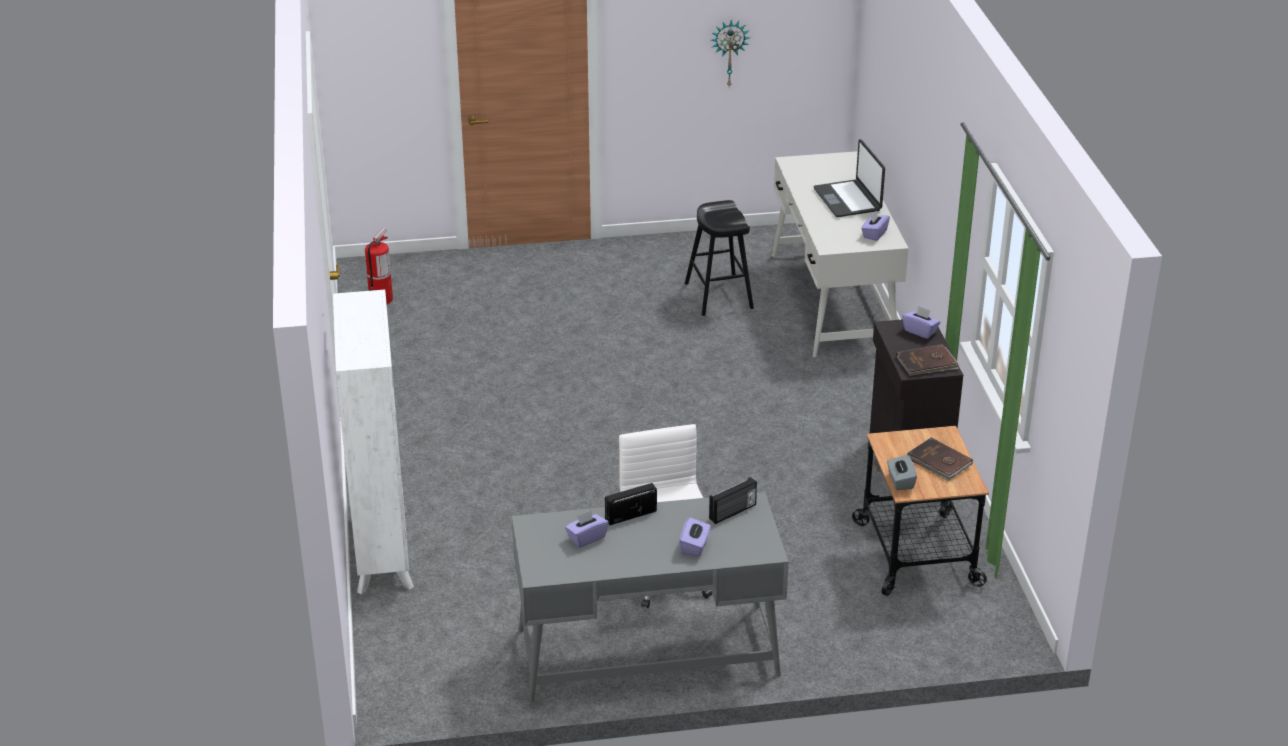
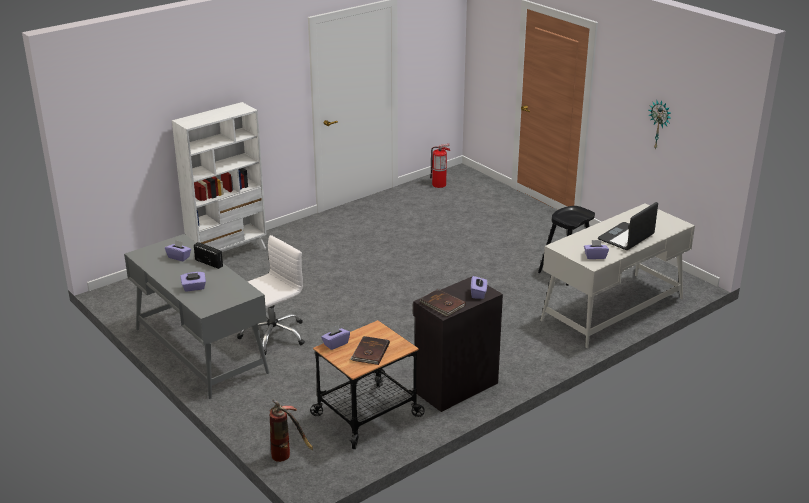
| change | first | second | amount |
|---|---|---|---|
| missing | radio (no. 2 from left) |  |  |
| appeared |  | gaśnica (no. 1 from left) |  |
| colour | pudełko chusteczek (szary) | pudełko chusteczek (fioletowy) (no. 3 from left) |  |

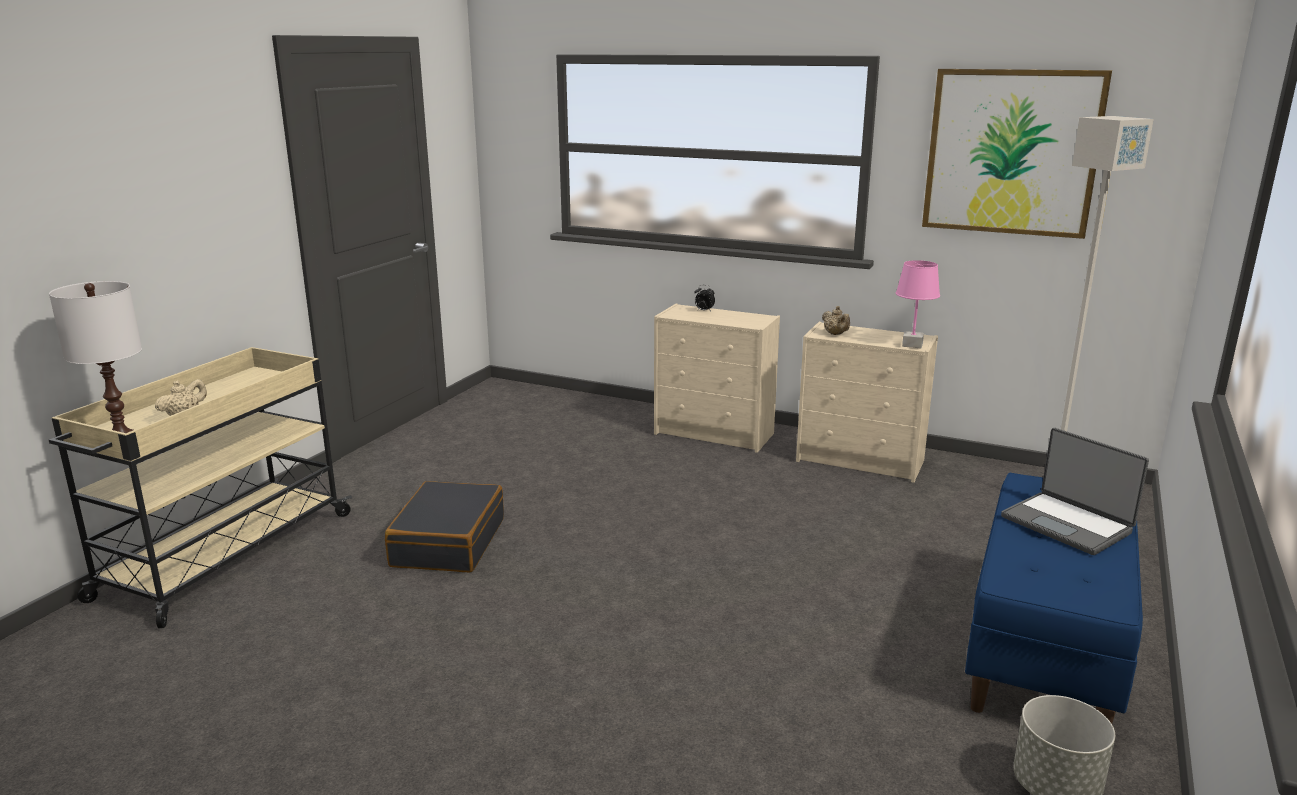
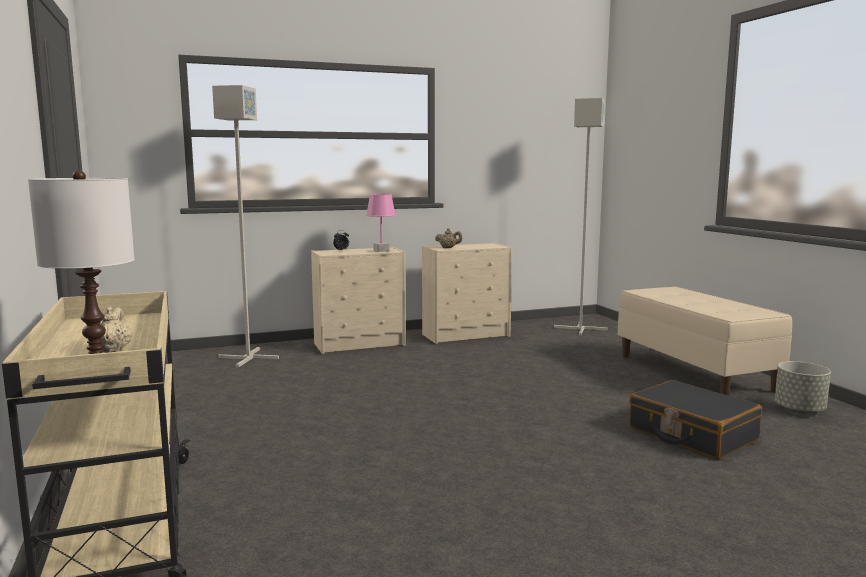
| change | first | second | amount |
|---|---|---|---|
| missing | obraz |  |  |
| missing | laptop |  |  |
| appeared |  | lampa stojąca (szary) (no. 1 from left) |  |
| relocated | walizka (czarny) |  |  |
| relocated | lampa stołowa (różowy) |  |  |
| colour | ławka (niebieski) | ławka (beżowy) |  |

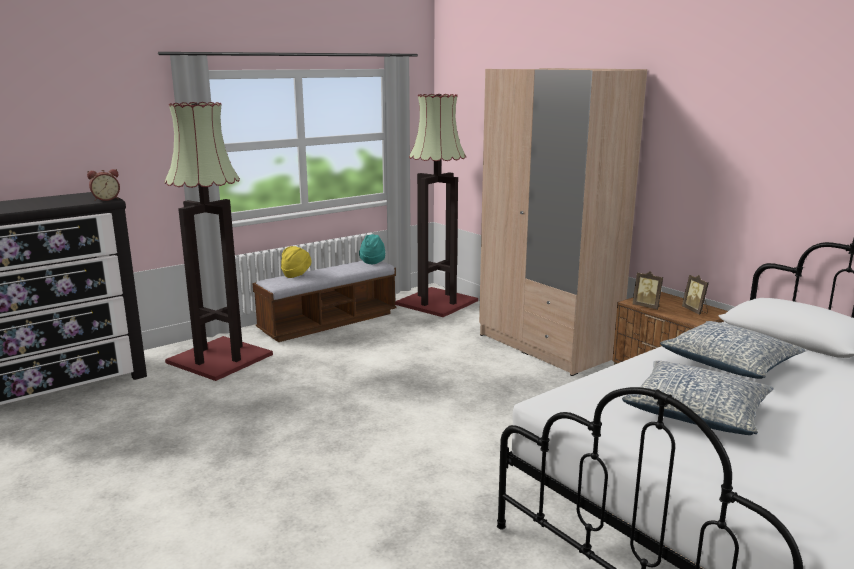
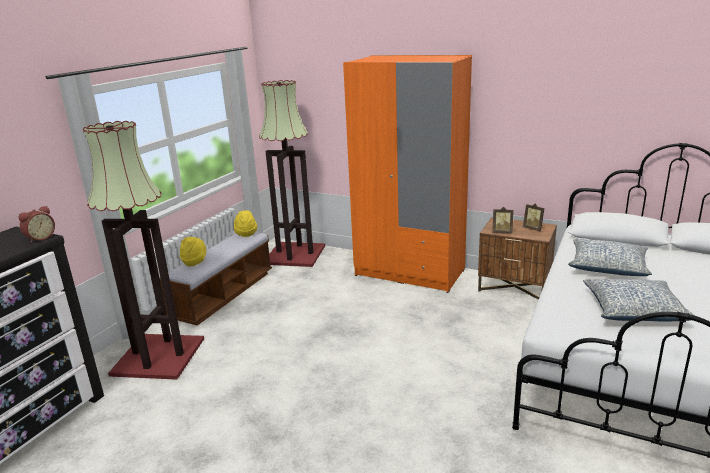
| change | first | second | amount |
|---|---|---|---|
| colour | kapelusz (turkusowy) | kapelusz (żółty) (no. 2 from left) |  |
| colour | szafa (beżowy) | szafa (pomarańczowy) |  |

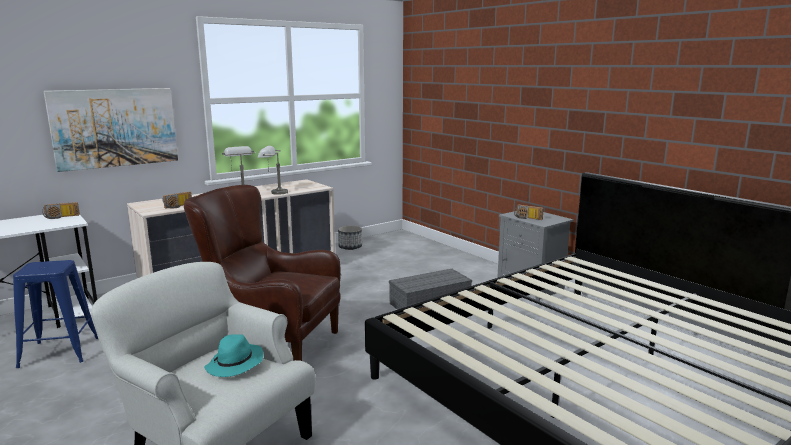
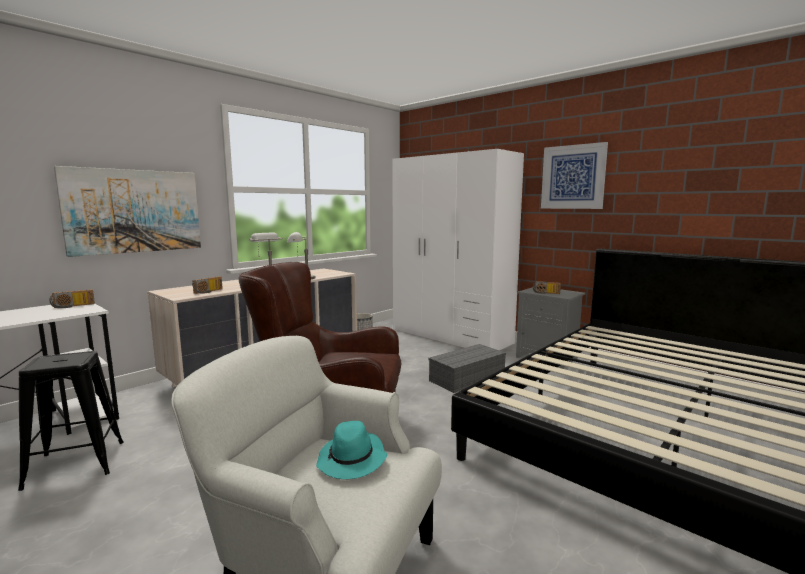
| change | first | second | amount |
|---|---|---|---|
| appeared |  | szafa (biały) |  |
| appeared |  | obraz (no. 2 from left) |  |
| colour | stołek (niebieski) | stołek (czarny) |  |

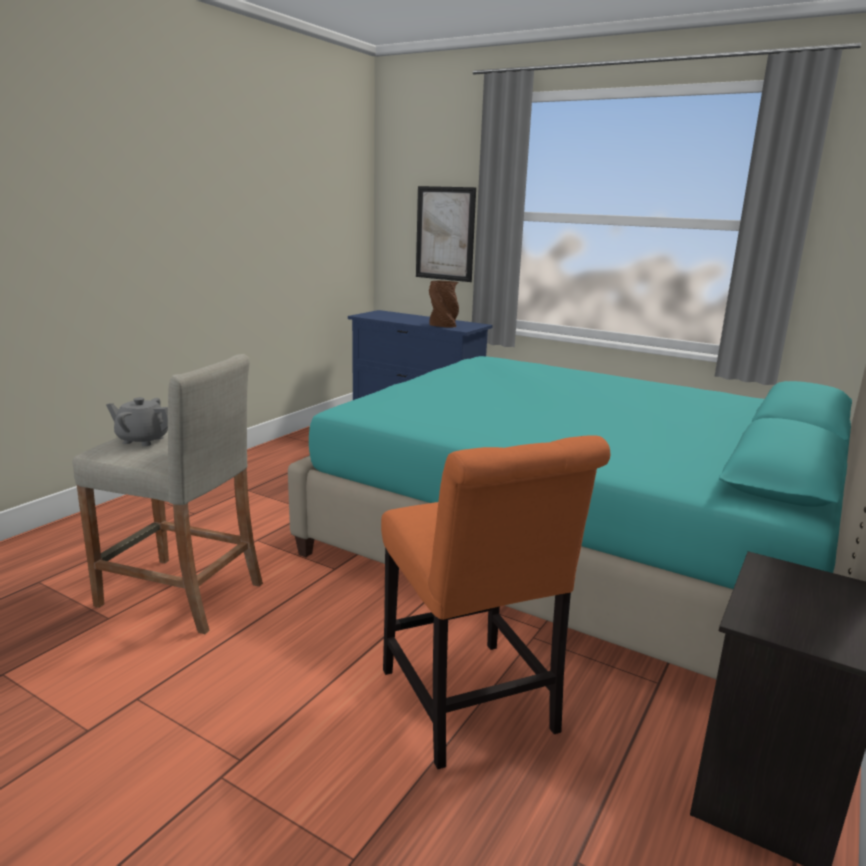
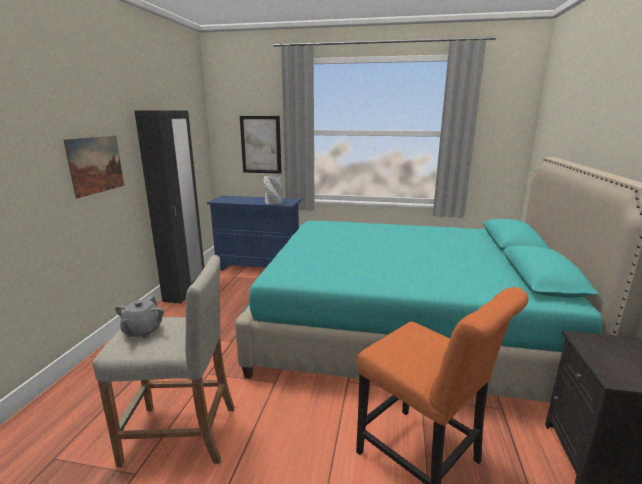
| change | first | second | amount |
|---|---|---|---|
| appeared |  | obraz (no. 1 from left) |  |
| appeared |  | szafa (czarny) |  |
| colour | wazon (brązowy) | wazon (szary) |  |
| spun | imbryk (szary) |  | 75 degrees counterclockwise |

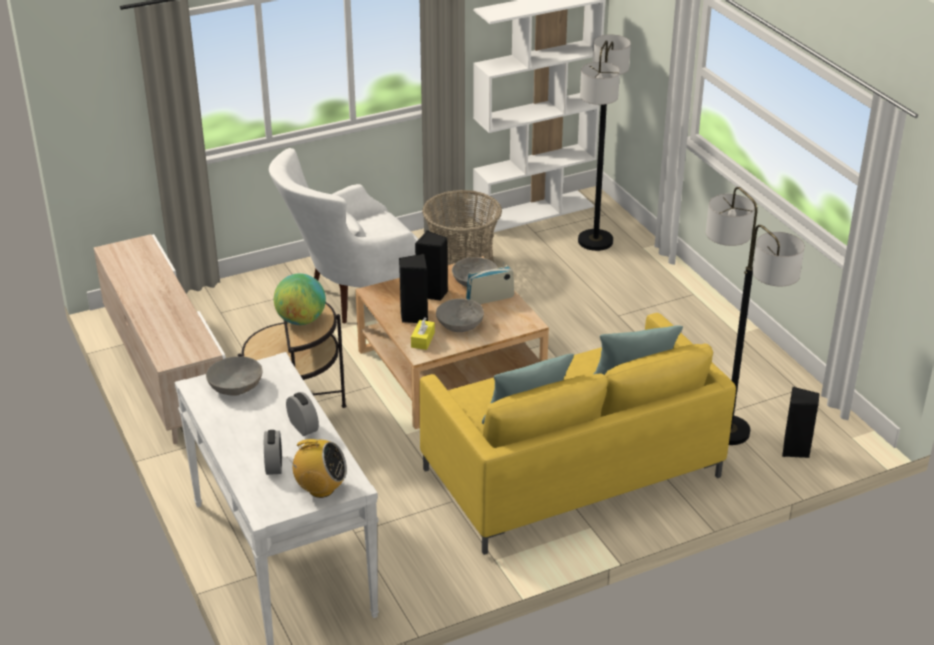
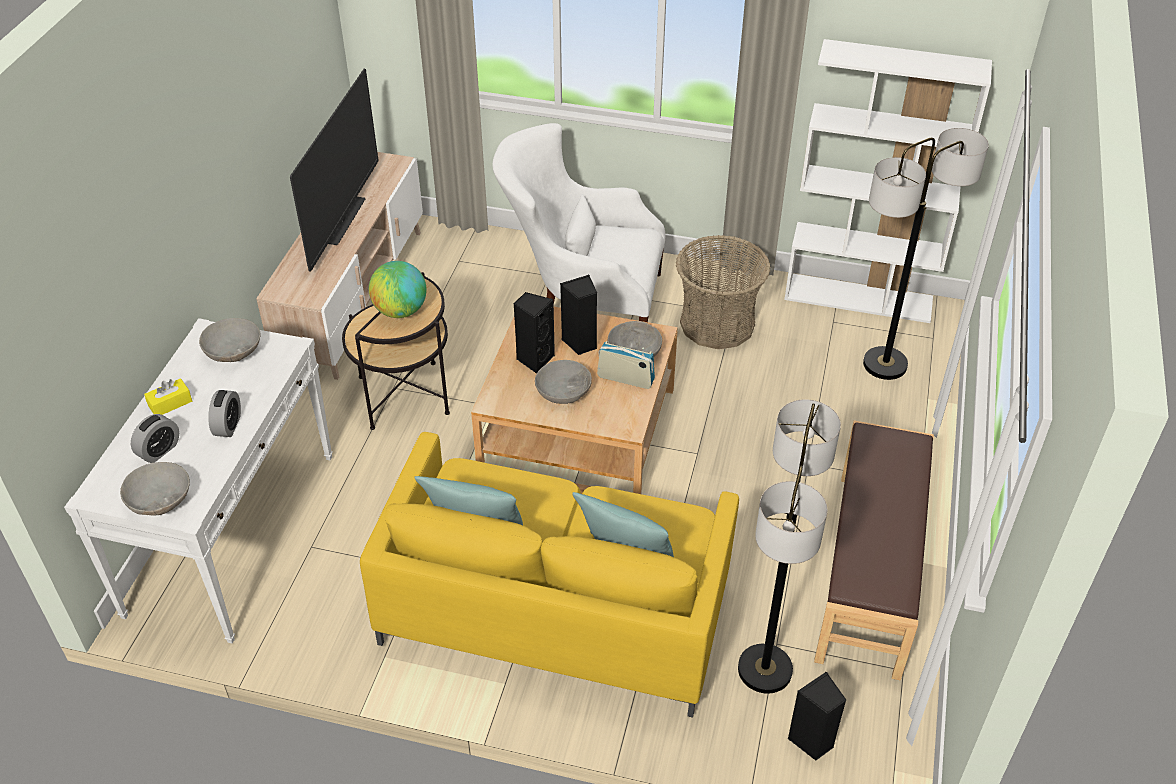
| change | first | second | amount |
|---|---|---|---|
| appeared |  | telewizor |  |
| appeared |  | ławka (brązowy) |  |
| relocated | pudełko chusteczek (żółty) |  |  |
| exchanged | radio (no. 1 from left) | miska (szary) (no. 1 from left) |  |

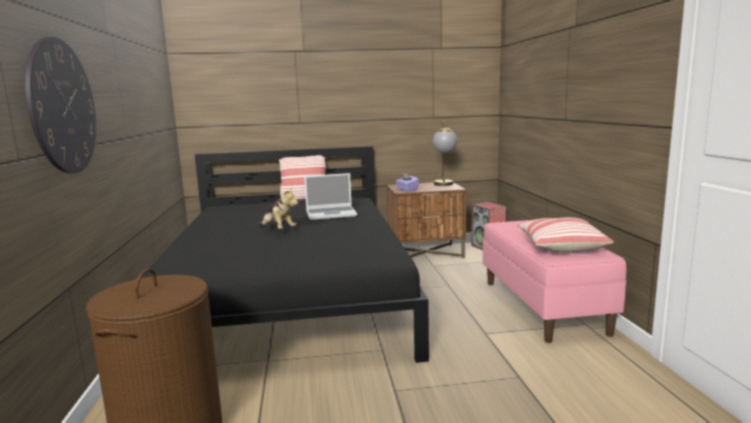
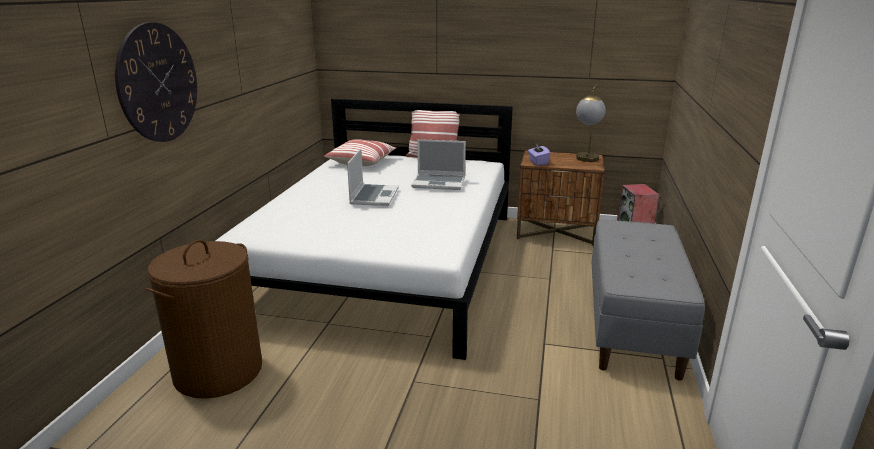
| change | first | second | amount |
|---|---|---|---|
| relocated | poduszka (no. 2 from left in the first image) | poduszka (no. 1 from left) |  |
| exchanged | pluszak | laptop (no. 1 from left) |  |
| colour | łóżko (czarny) | łóżko (biały) |  |
| colour | ławka (różowy) | ławka (szary) |  |

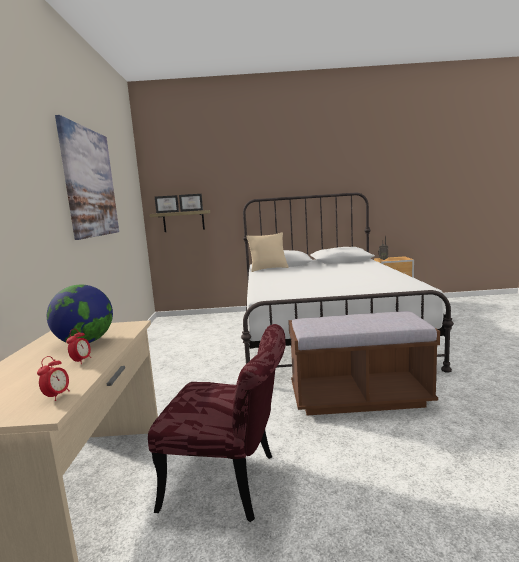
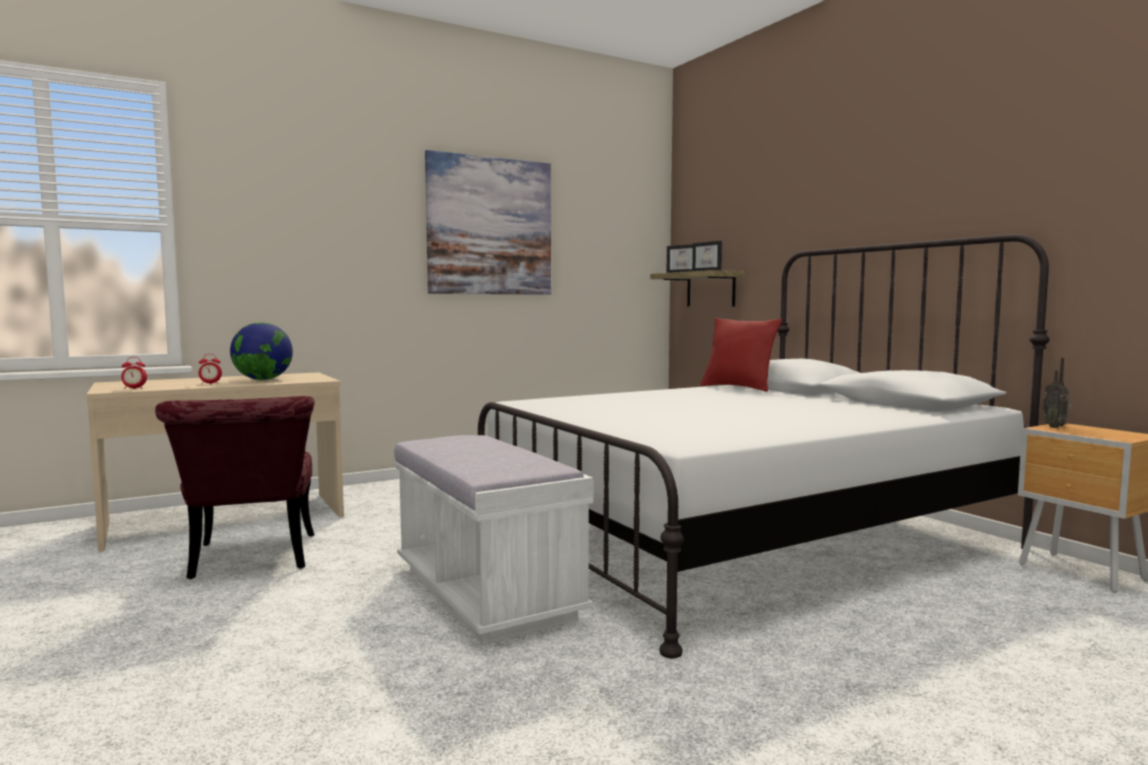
| change | first | second | amount |
|---|---|---|---|
| colour | poduszka (beżowy) | poduszka (czerwony) |  |
| colour | ławka (brązowy) | ławka (biały) |  |

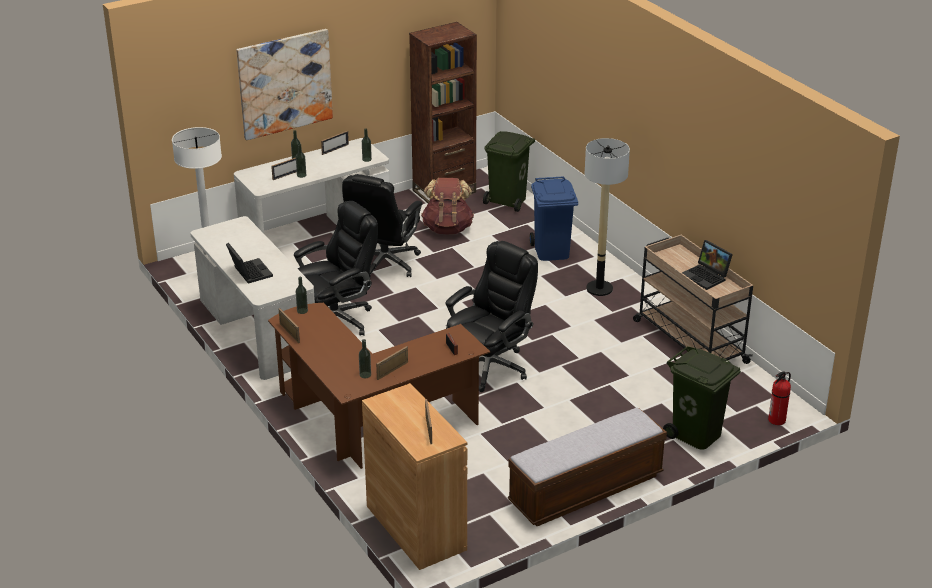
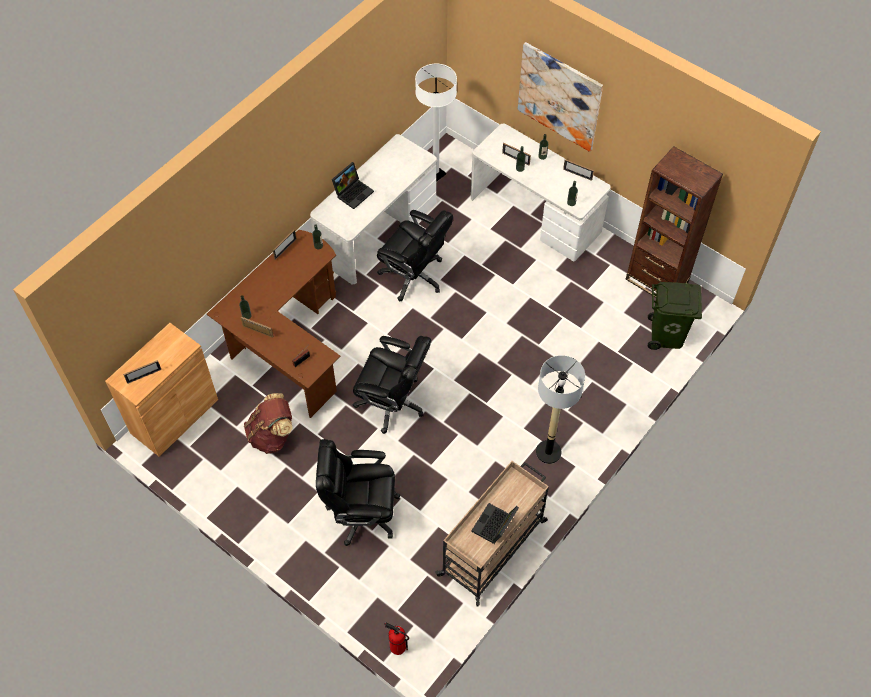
| change | first | second | amount |
|---|---|---|---|
| missing | ławka |  |  |
| missing | kosz na śmieci (niebieski) |  |  |
| missing | kosz na śmieci (zielony) (no. 2 from left) |  |  |
| relocated | krzesło biurowe (czarny) (no. 2 from left in the first image) | krzesło biurowe (czarny) (no. 1 from left) |  |
| relocated | plecak (brązowy) |  |  |

